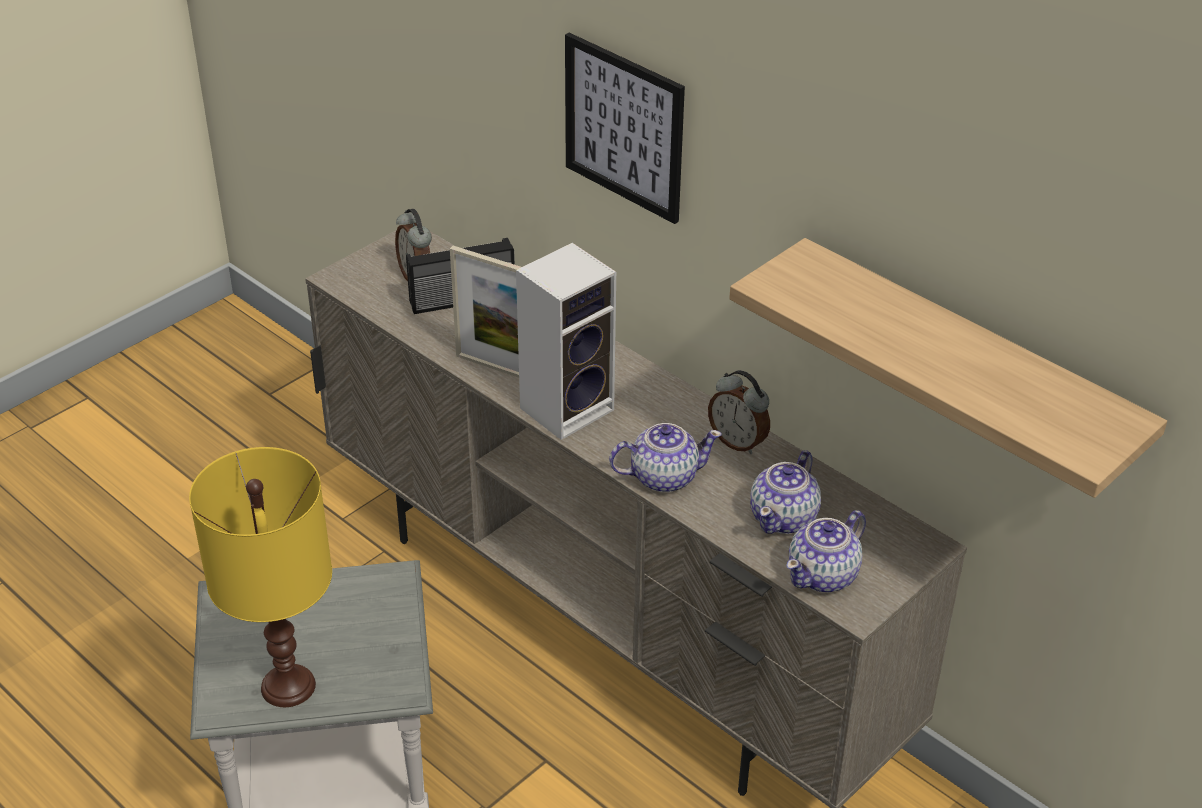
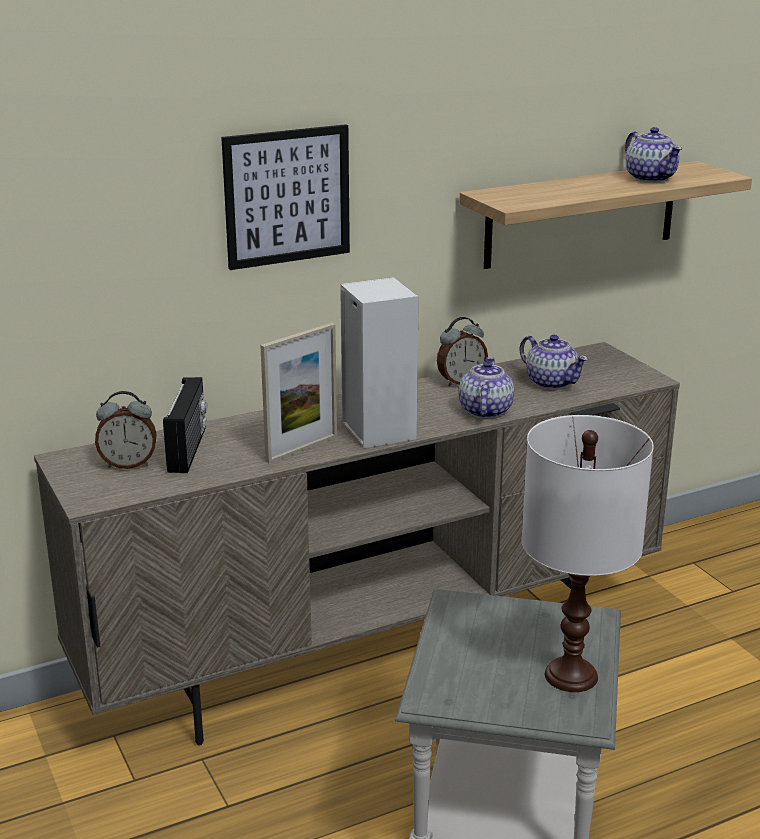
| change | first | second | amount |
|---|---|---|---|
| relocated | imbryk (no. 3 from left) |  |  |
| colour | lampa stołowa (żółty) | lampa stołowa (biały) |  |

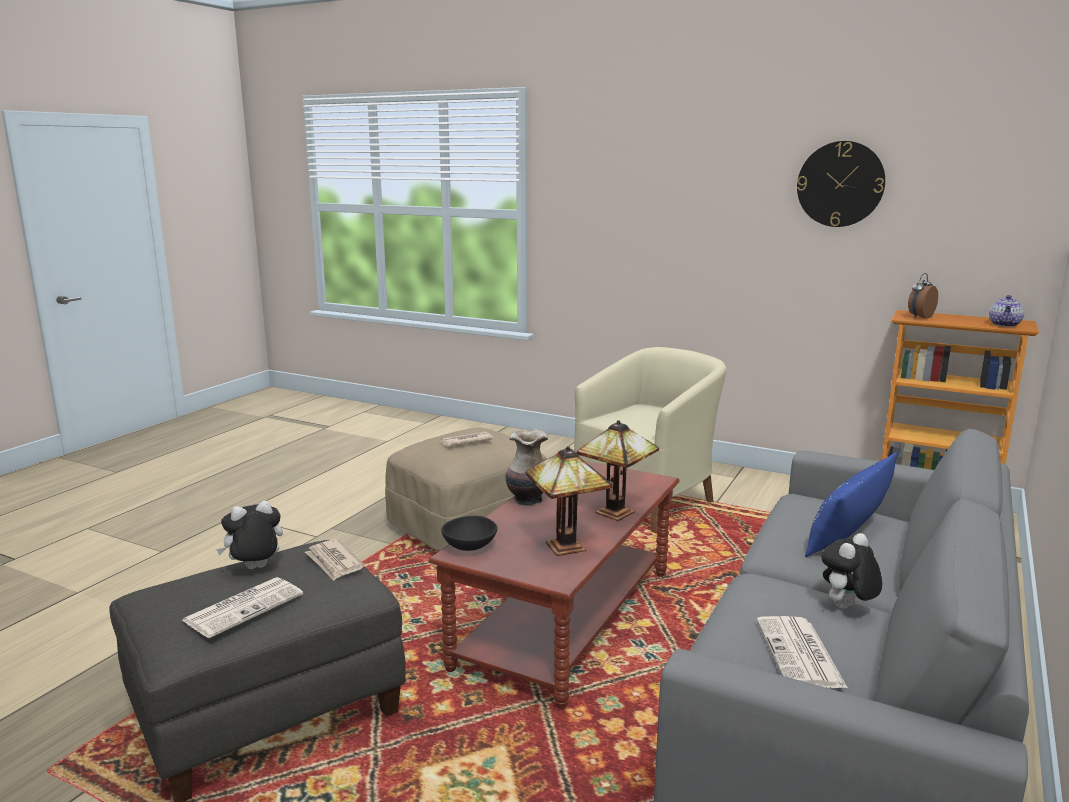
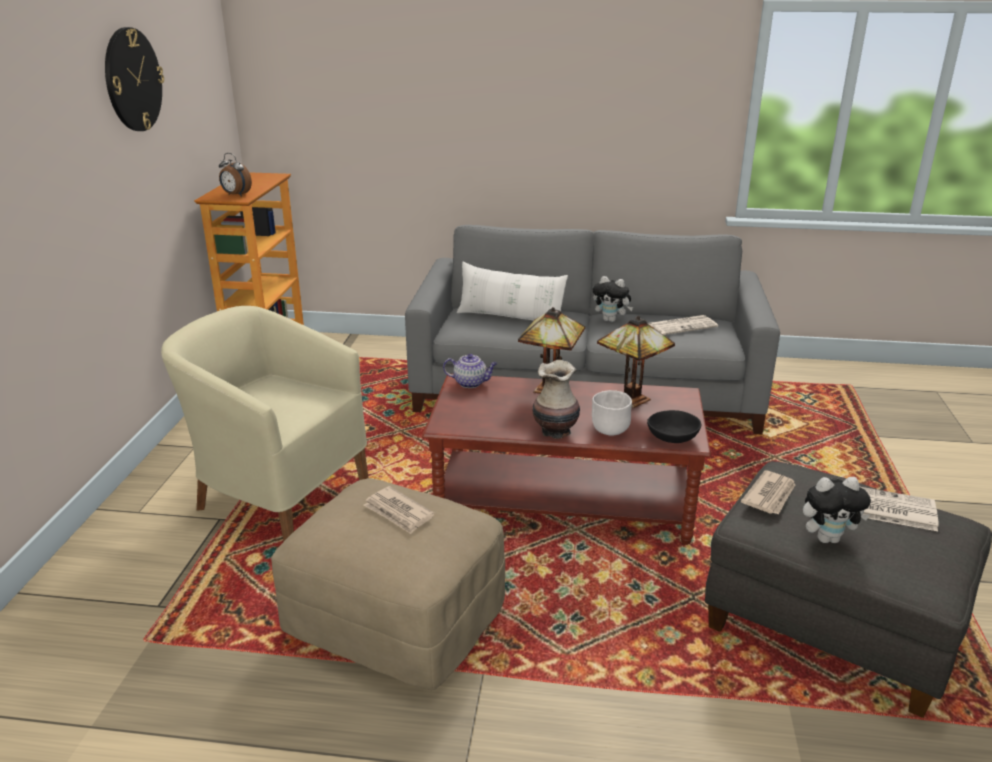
| change | first | second | amount |
|---|---|---|---|
| appeared |  | miska (biały) |  |
| relocated | imbryk |  |  |
| colour | poduszka (niebieski) | poduszka (biały) |  |
| spun | pluszak (no. 1 from left in the first image) | pluszak (no. 2 from left) | 45 degrees counterclockwise |

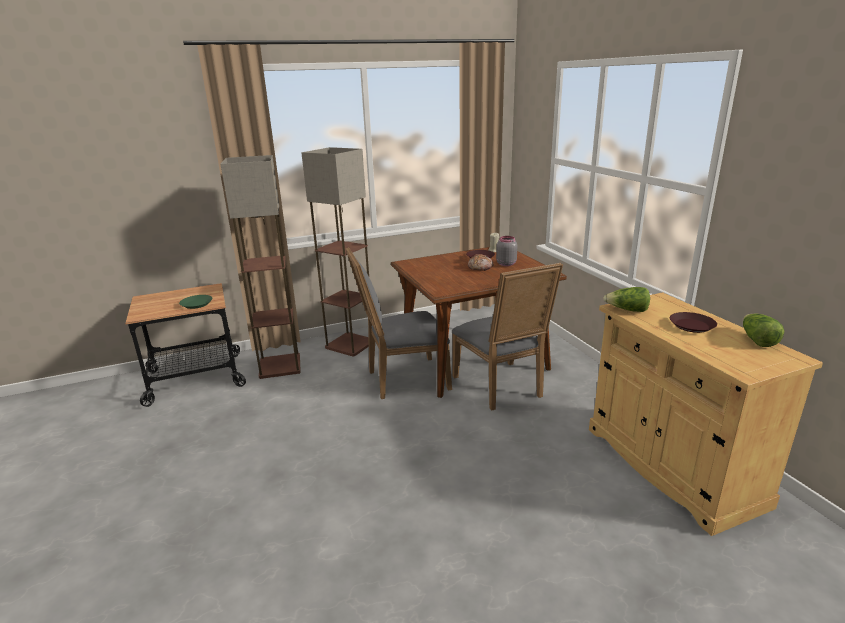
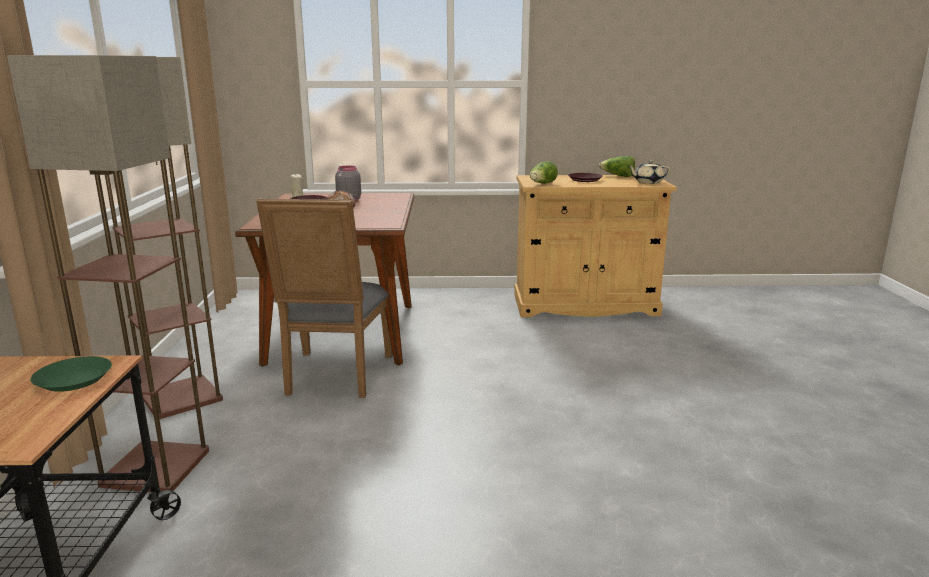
| change | first | second | amount |
|---|---|---|---|
| missing | krzesło (szary) (no. 2 from left) |  |  |
| appeared |  | imbryk (beżowy) |  |

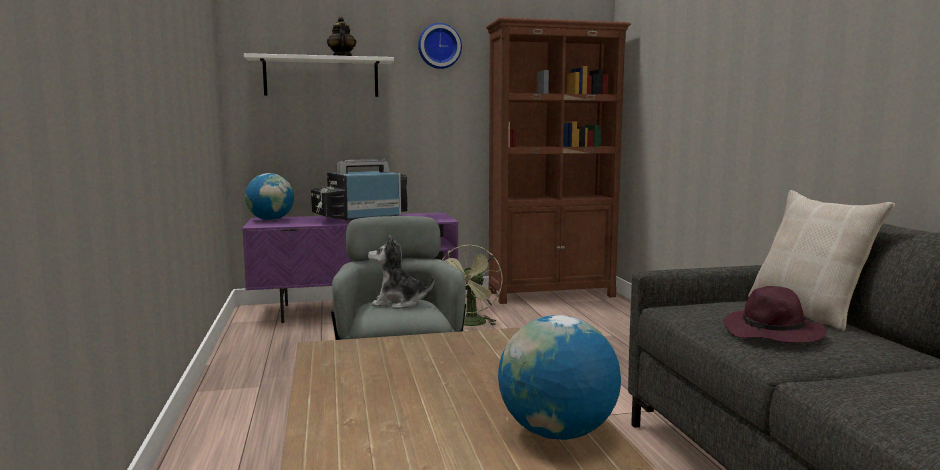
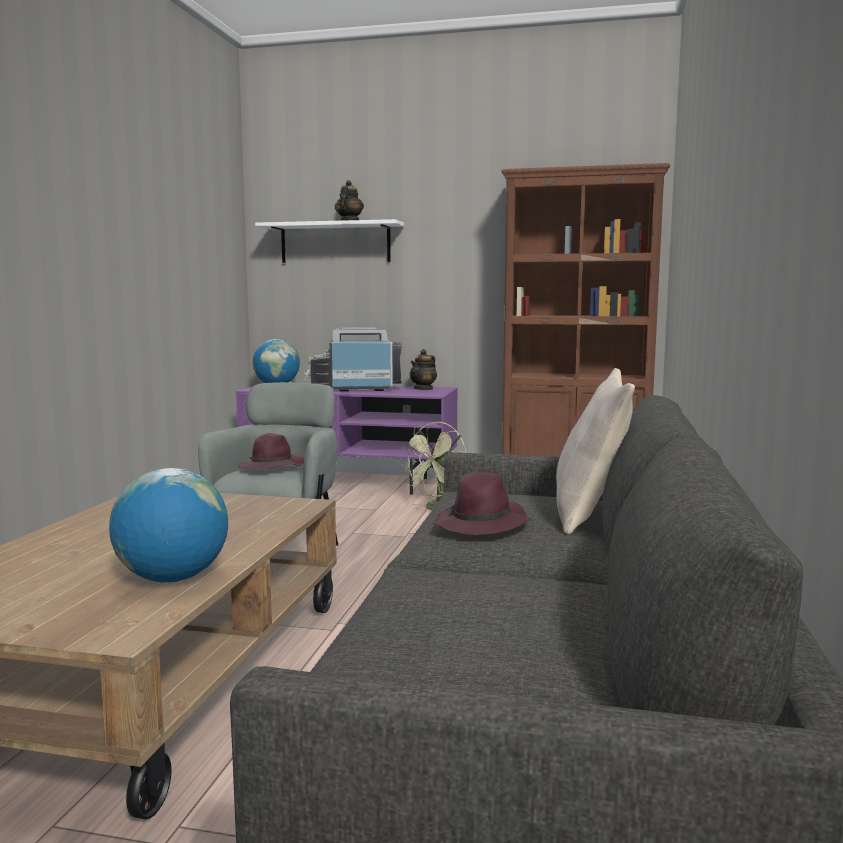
| change | first | second | amount |
|---|---|---|---|
| missing | zegar ścienny |  |  |
| appeared |  | imbryk (no. 2 from left) |  |
| exchanged | pluszak | kapelusz (fioletowy) (no. 1 from left) |  |

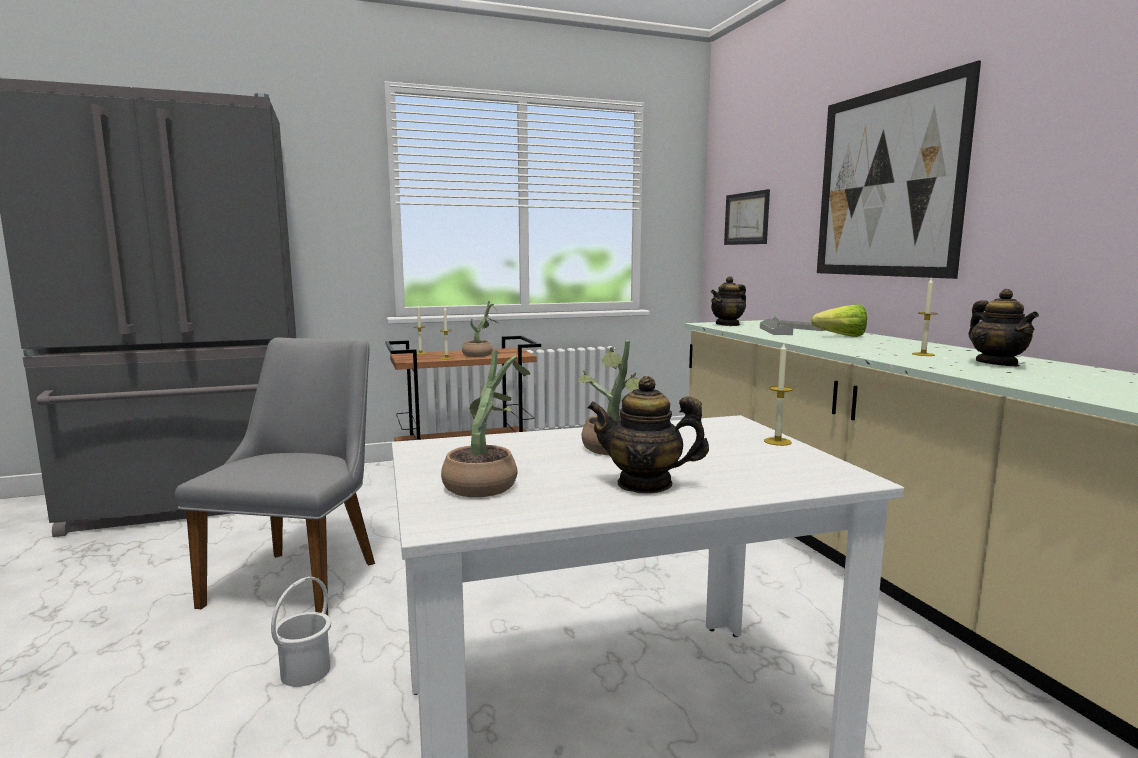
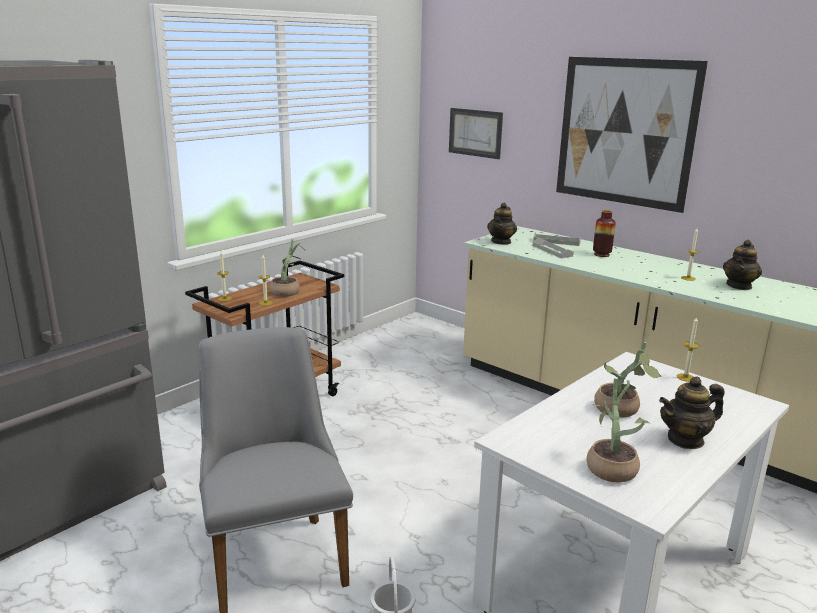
| change | first | second | amount |
|---|---|---|---|
| exchanged | sałata | wazon |  |
| spun | imbryk (no. 3 from left) |  | 75 degrees clockwise |

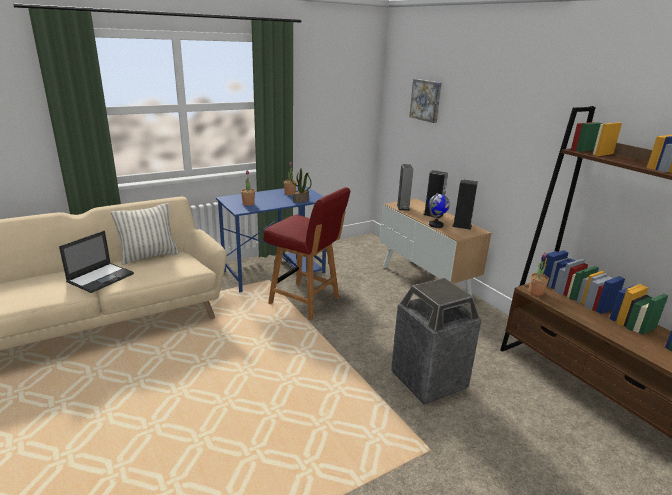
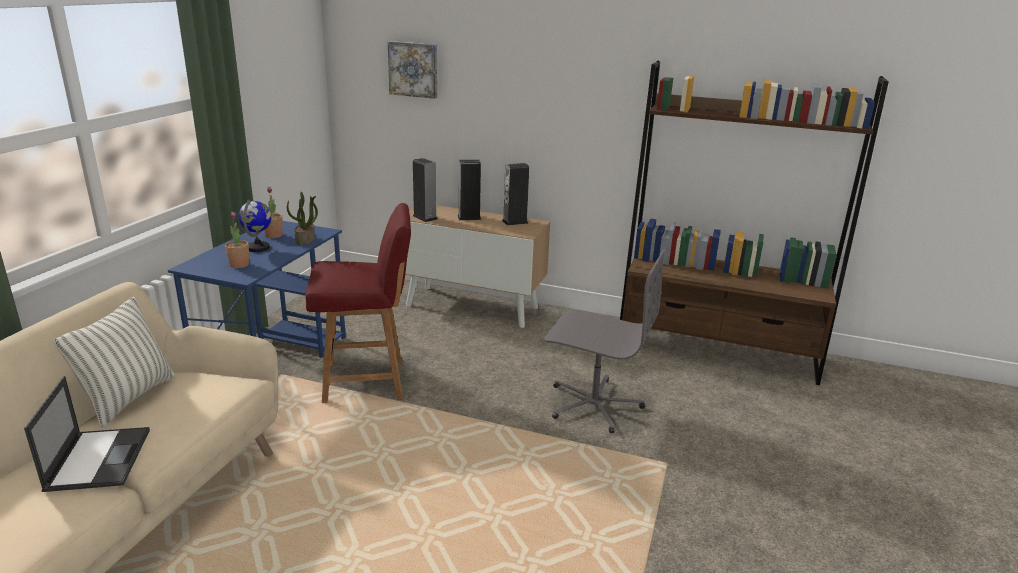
| change | first | second | amount |
|---|---|---|---|
| missing | roślina doniczkowa (no. 4 from left) |  |  |
| relocated | globus |  |  |
| exchanged | kosz na śmieci | krzesło biurowe (szary) |  |

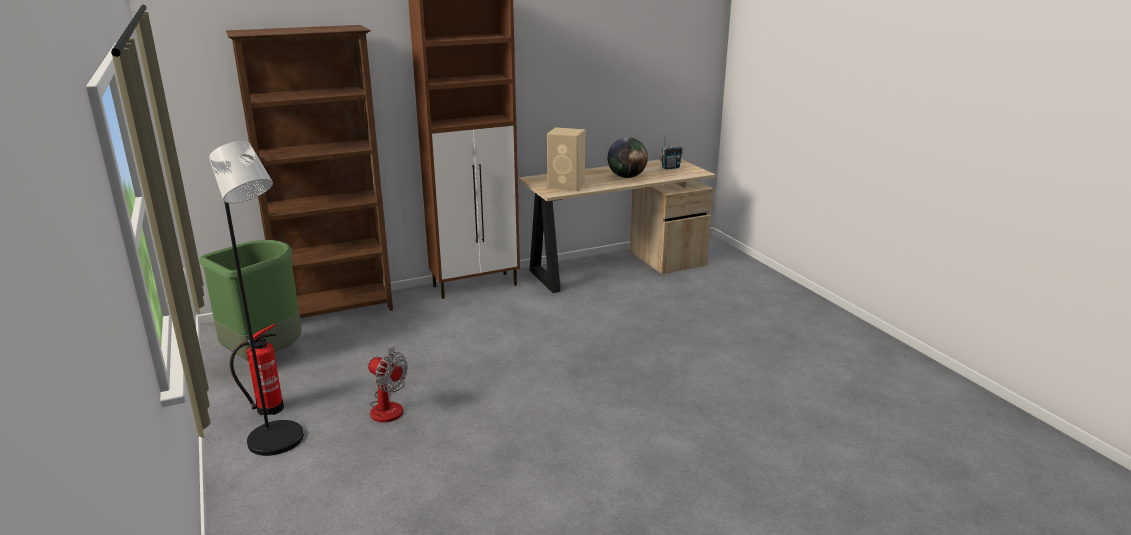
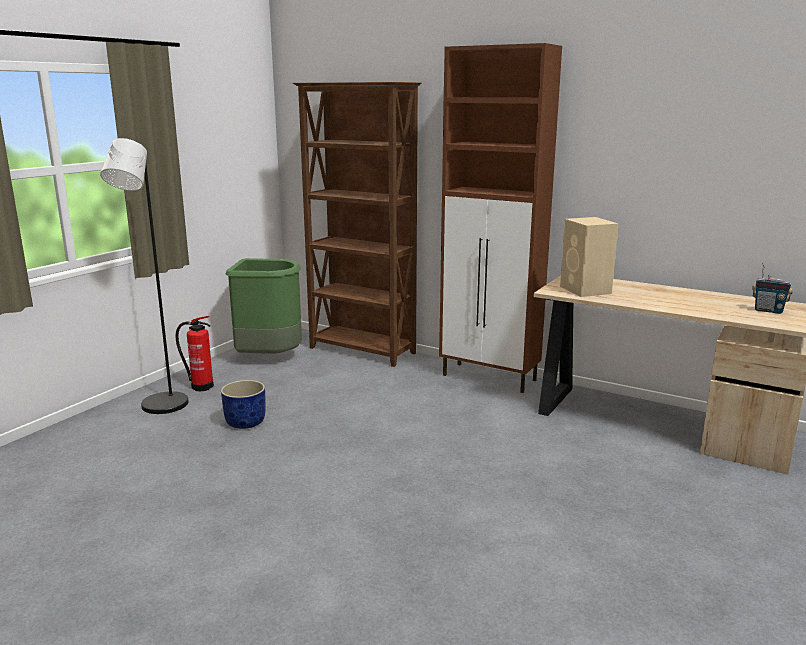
| change | first | second | amount |
|---|---|---|---|
| missing | globus |  |  |
| exchanged | wentylator | donica (niebieski) |  |

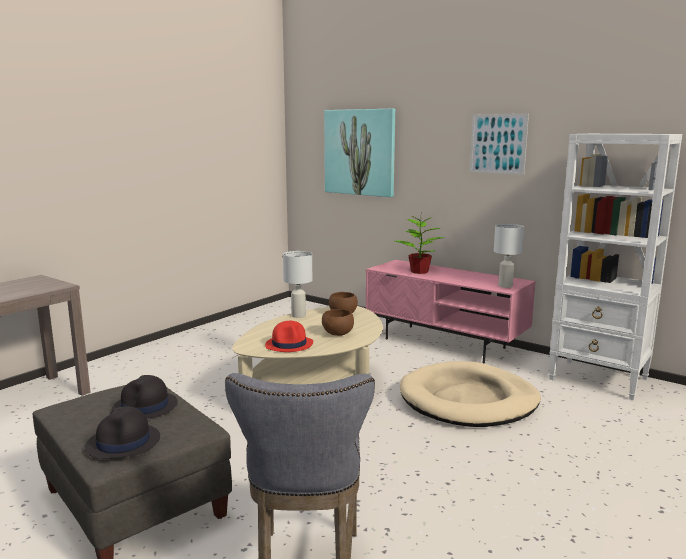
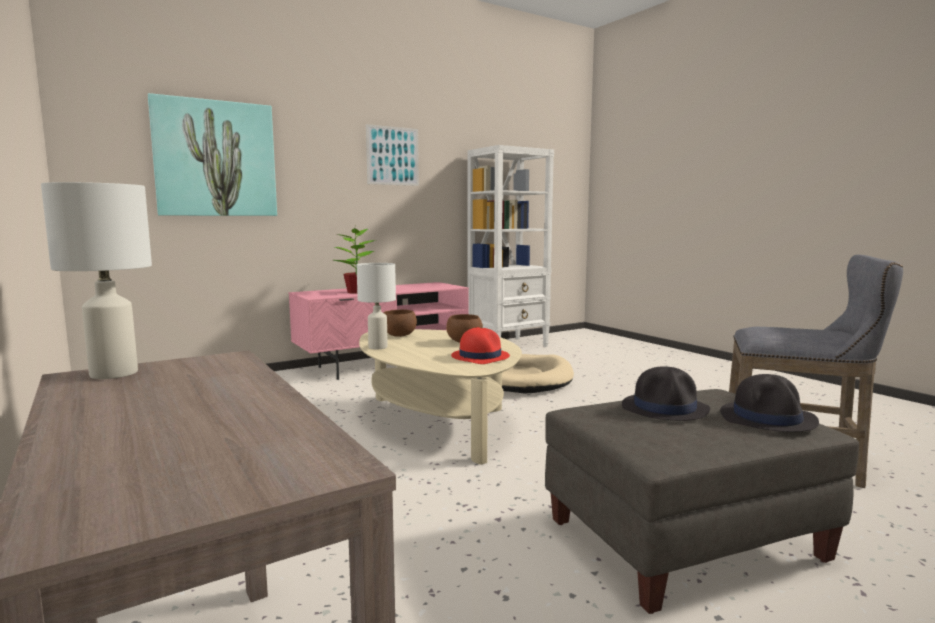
| change | first | second | amount |
|---|---|---|---|
| relocated | lampa stołowa (biały) (no. 2 from left in the first image) | lampa stołowa (biały) (no. 1 from left) |  |

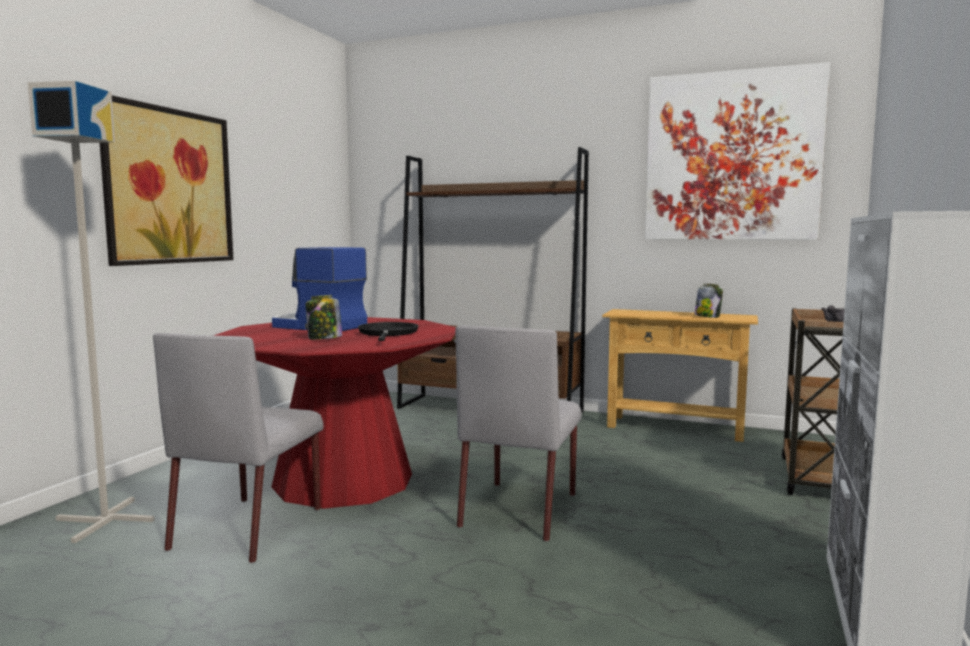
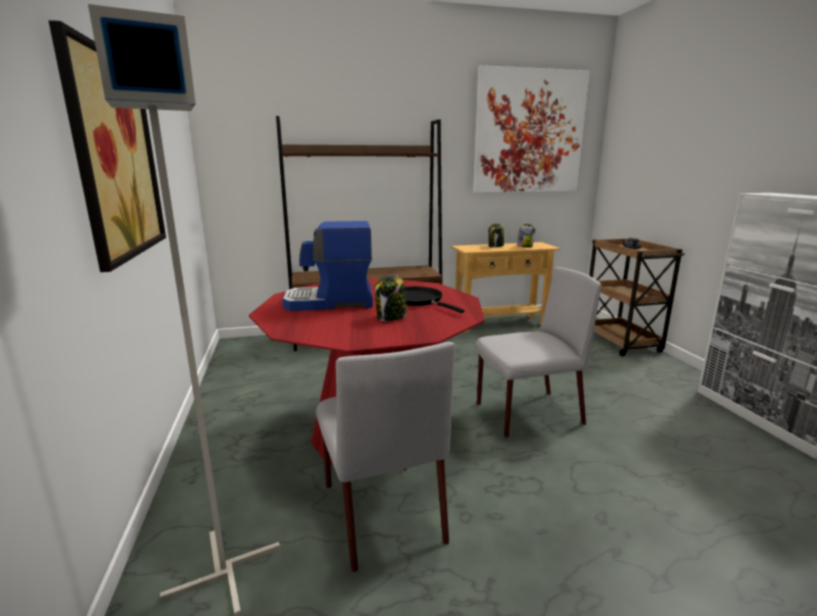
| change | first | second | amount |
|---|---|---|---|
| appeared |  | słoik (no. 2 from left) |  |
| spun | krzesło (szary) (no. 2 from left) |  | 90 degrees counterclockwise |

